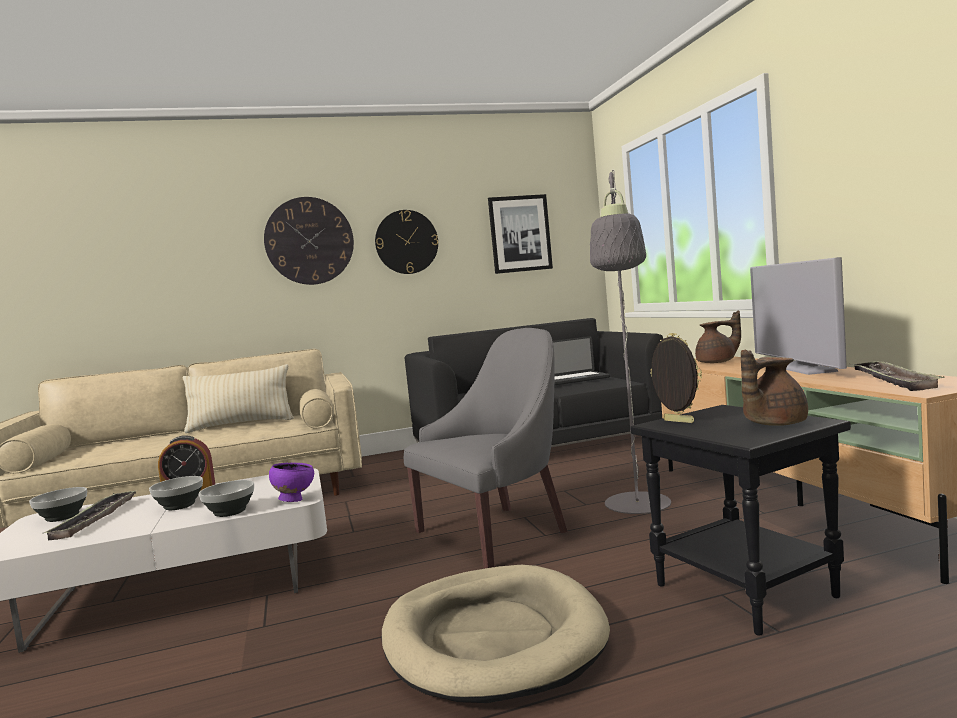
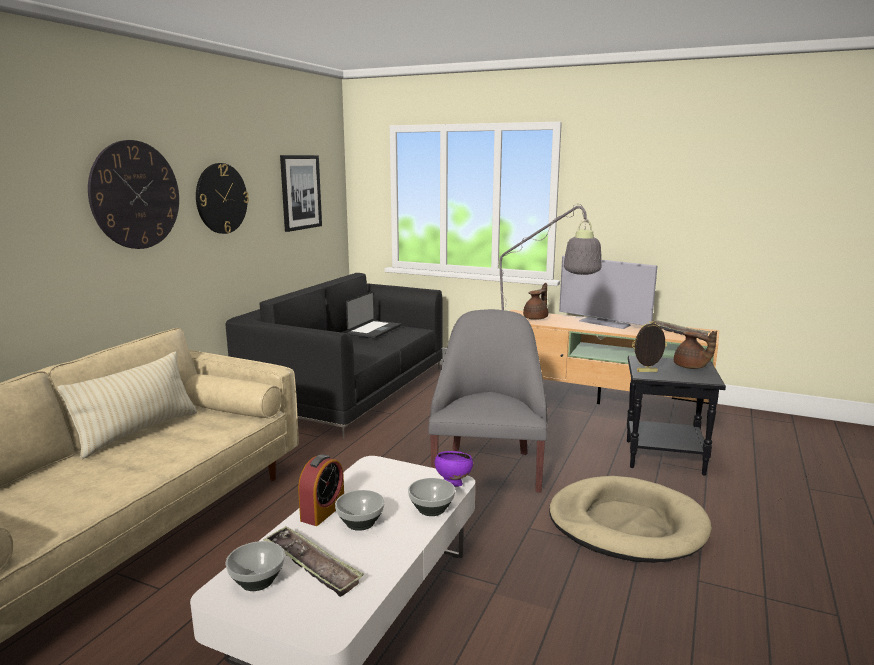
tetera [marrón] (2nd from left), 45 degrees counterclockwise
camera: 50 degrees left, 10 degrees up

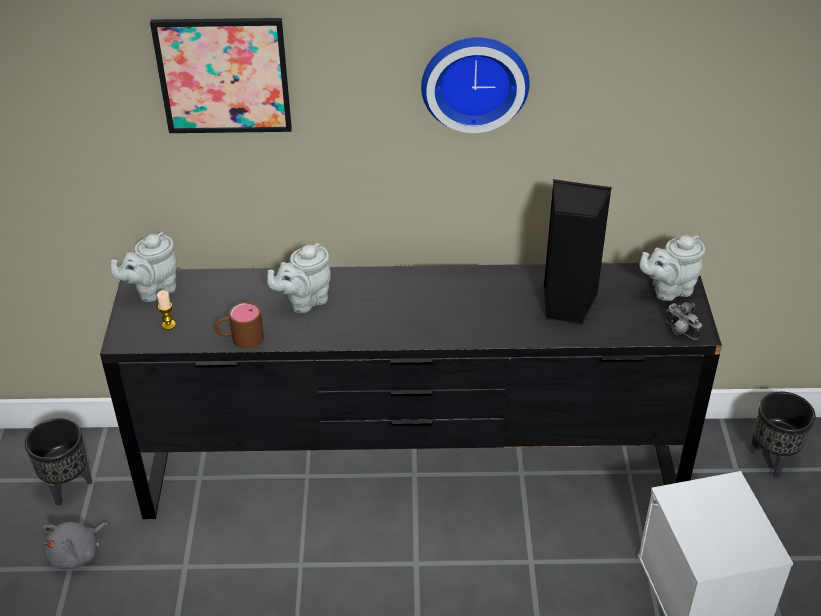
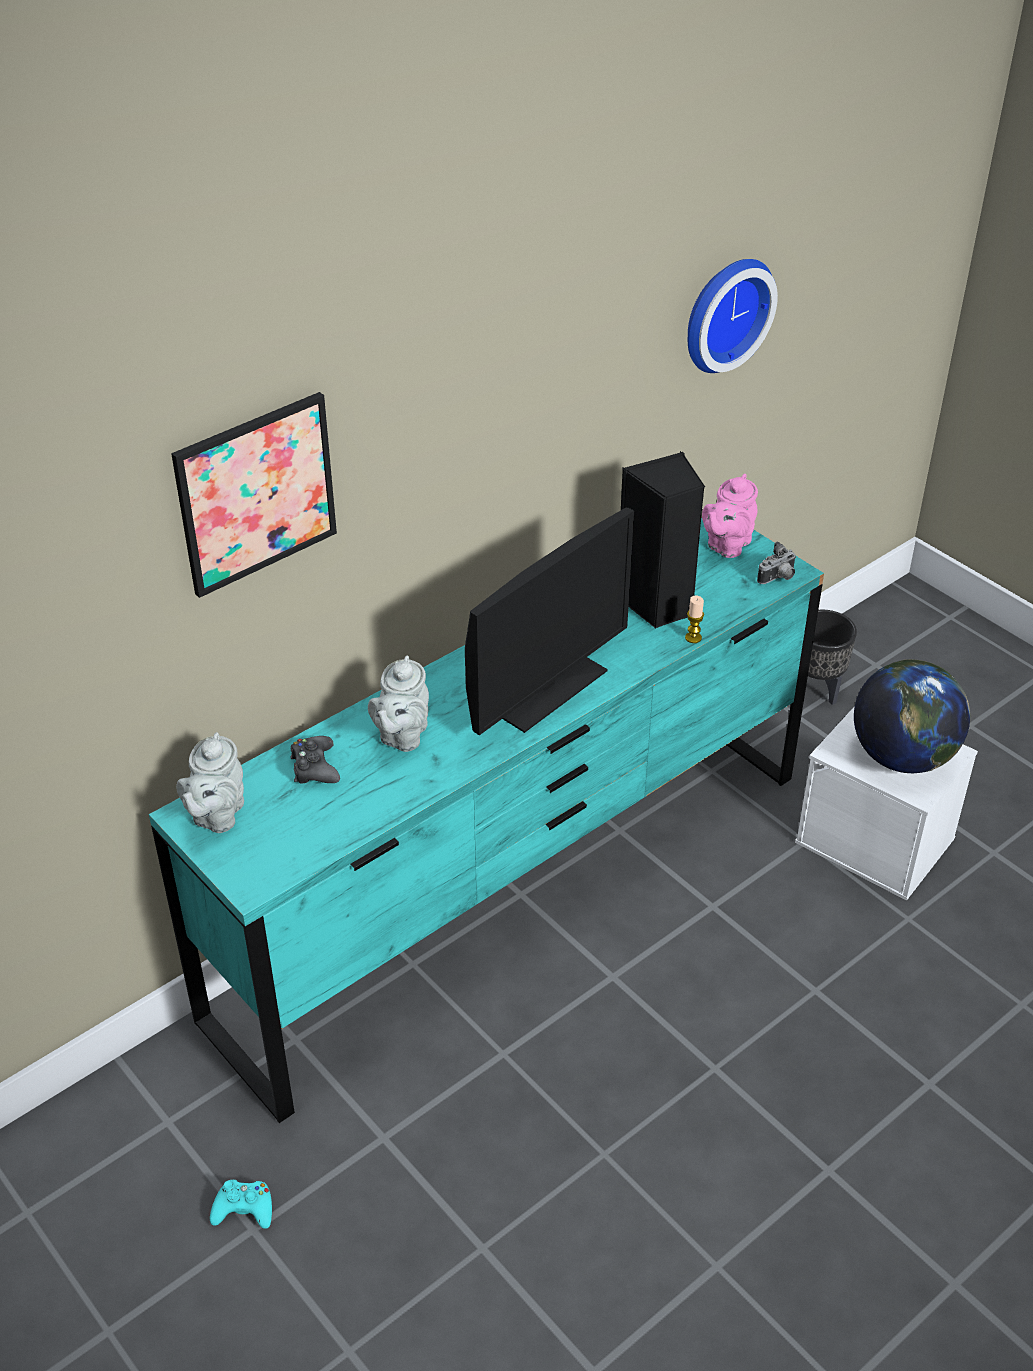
cómoda [negro] => cómoda [turquesa]
peluche [gris] => mando de consola [turquesa]
nothing => mando de consola [negro]
nothing => monitor
vela, move
reloj de pared, move
tetera [gris] (3rd from left) => tetera [rosa]
cámara, 45 degrees counterclockwise
nothing => globo terráqueo
maceta [negro] (1st from left) => nothing
taza grande [marrón] => nothing
camera: 40 degrees left, 0 degrees up

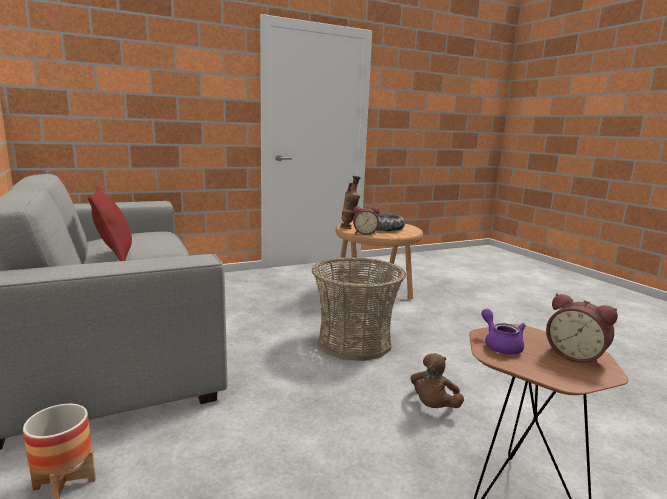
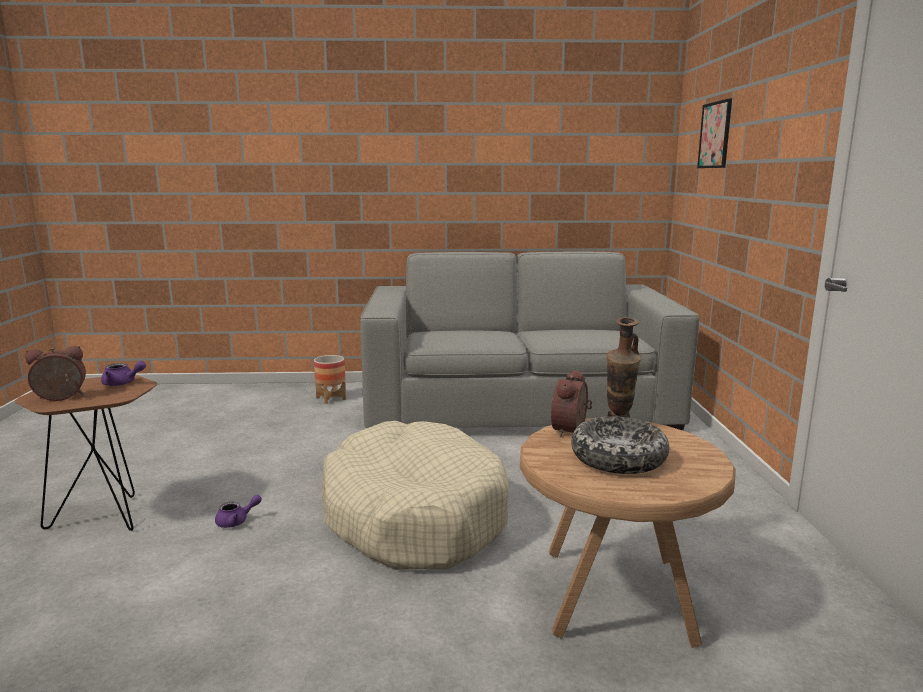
peluche [marrón] => tetera [morado] (2nd from left)
cesta => cama para perro [beis]
nothing => cuadro
cojín [rojo] => nothing
camera: 115 degrees right, 0 degrees up

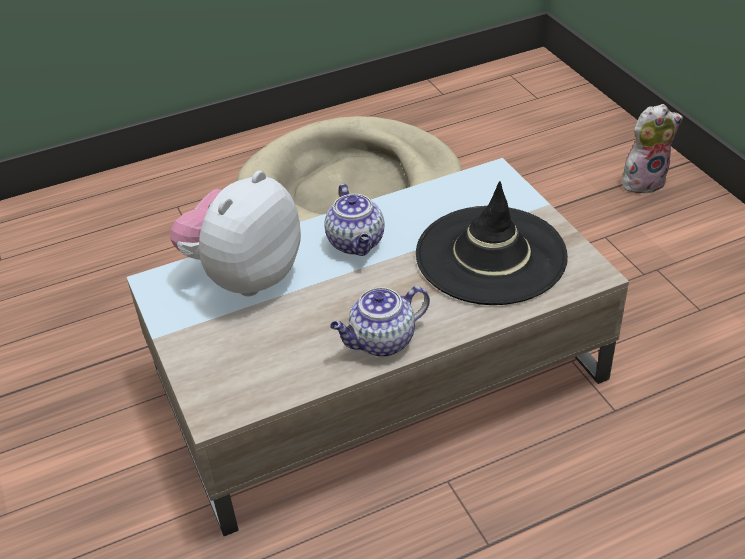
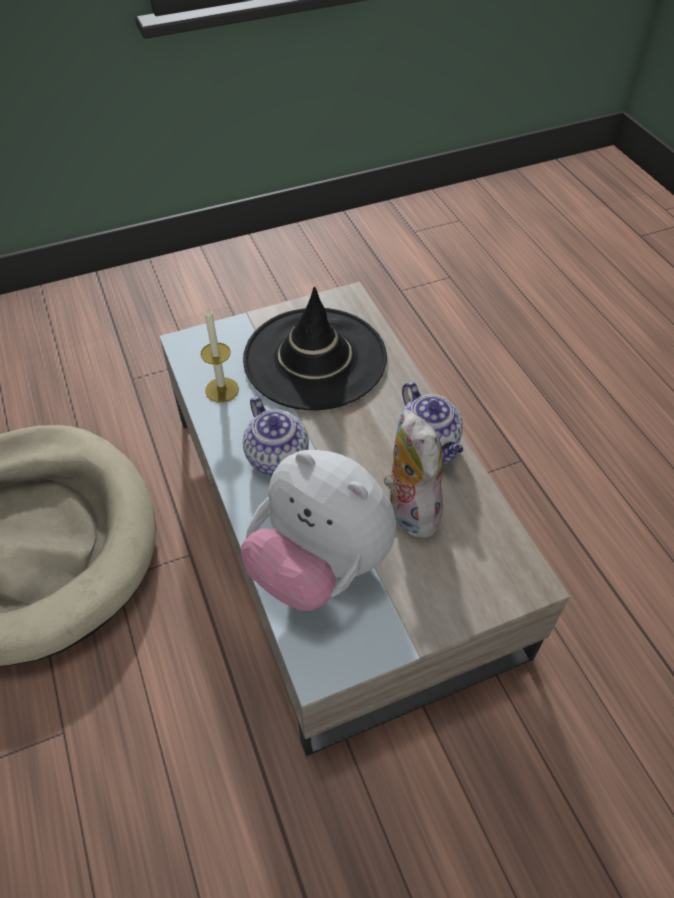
nothing => vela
tetera (1st from left), 75 degrees clockwise
peluche (2nd from left), move
camera: 90 degrees left, 10 degrees up

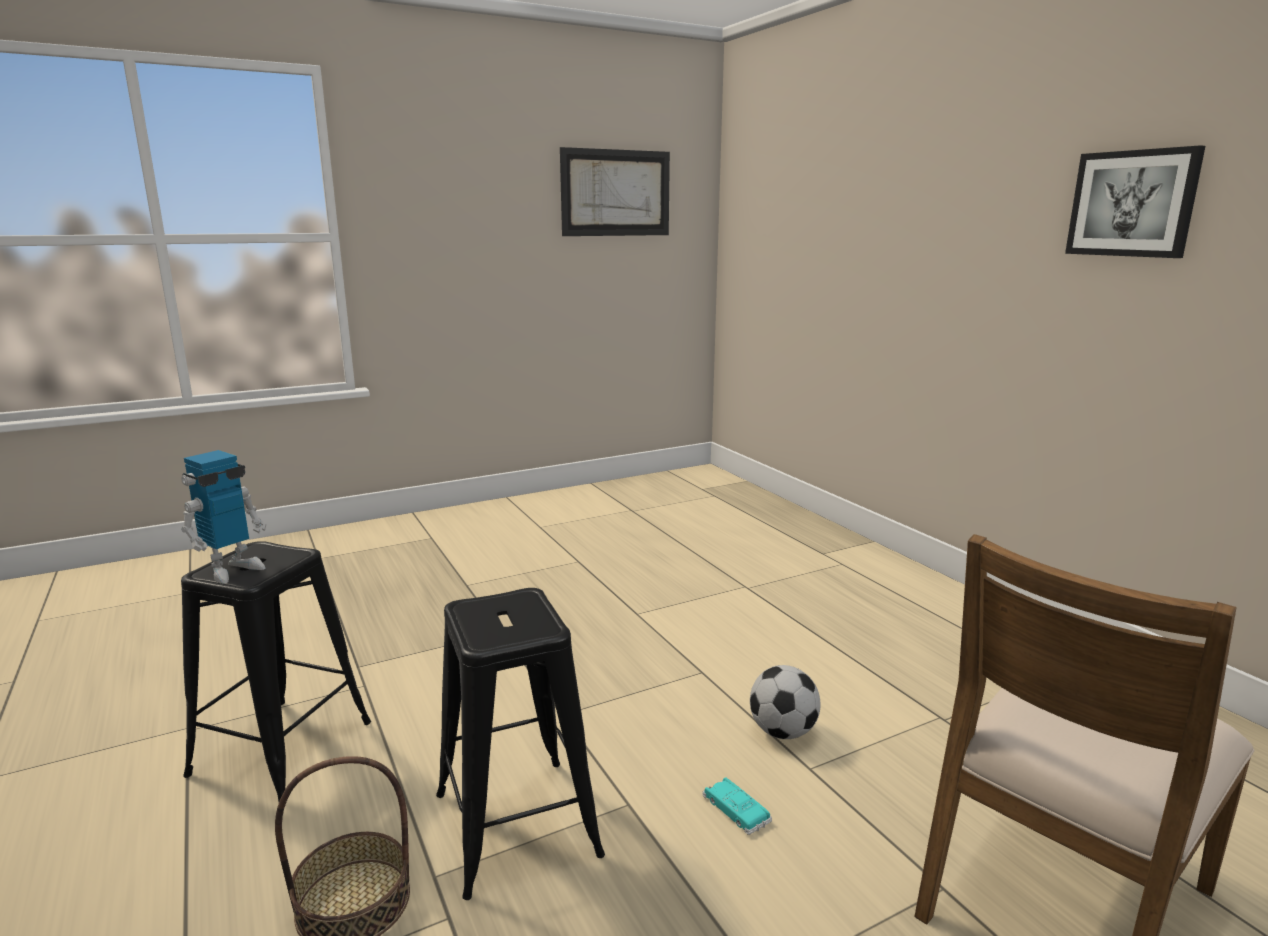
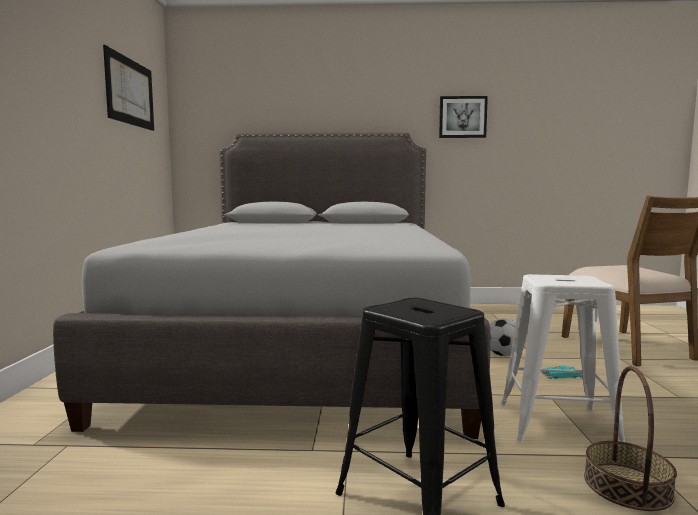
nothing => cama [gris]
taburete [negro] (2nd from left) => taburete [blanco]
robot de juguete => nothing
camera: 60 degrees left, 10 degrees down

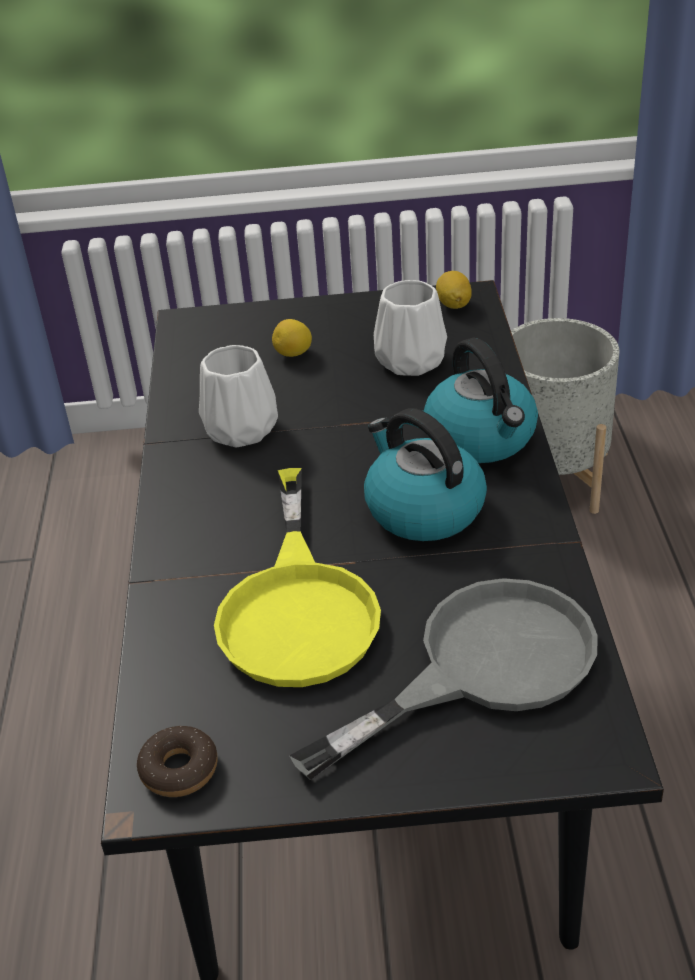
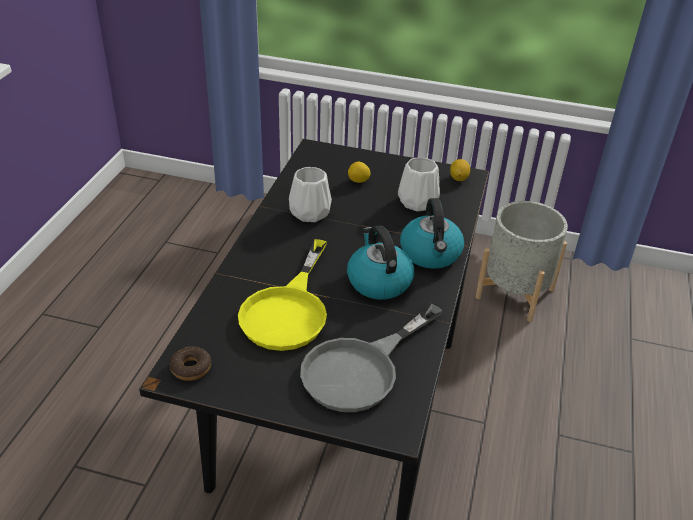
sartén [gris], 150 degrees clockwise
camera: 15 degrees right, 0 degrees up

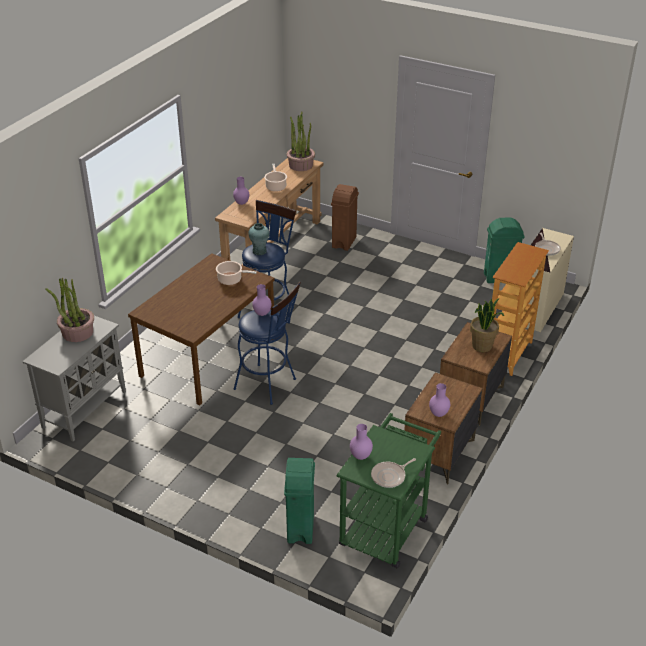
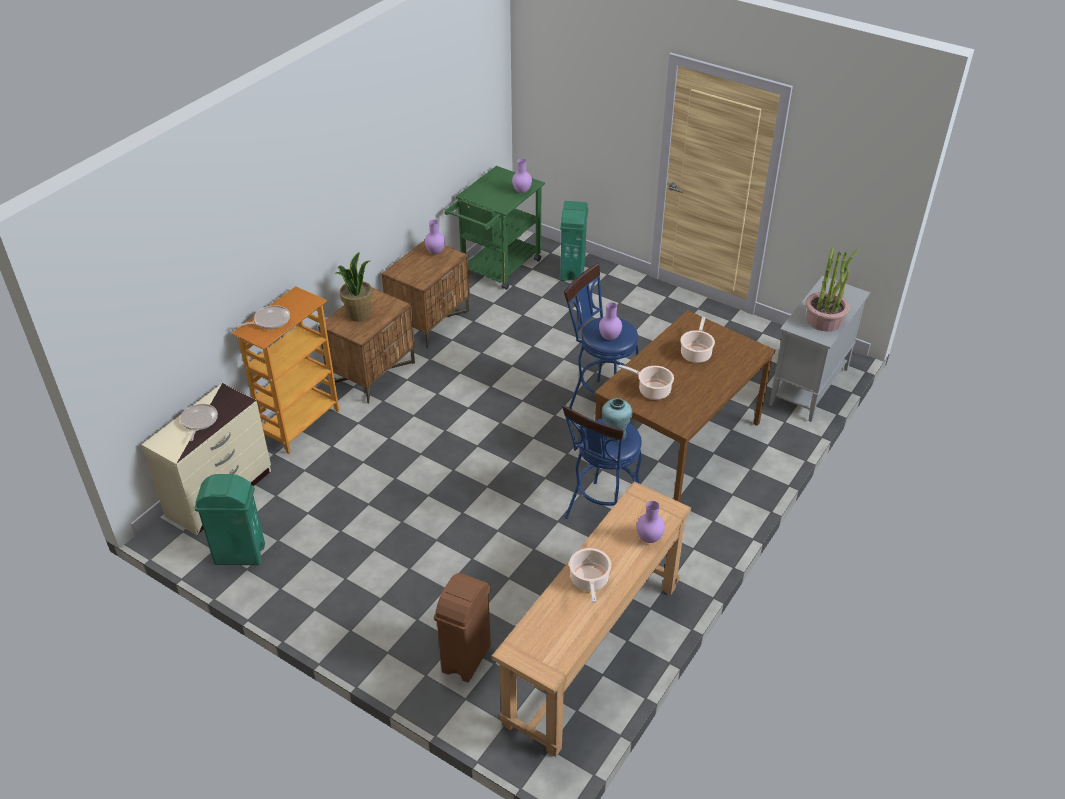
sartén (1st from left in the first image) => sartén (2nd from left), move
nothing => olla (3rd from left)
planta en maceta (2nd from left) => nothing
camera: 175 degrees left, 5 degrees up

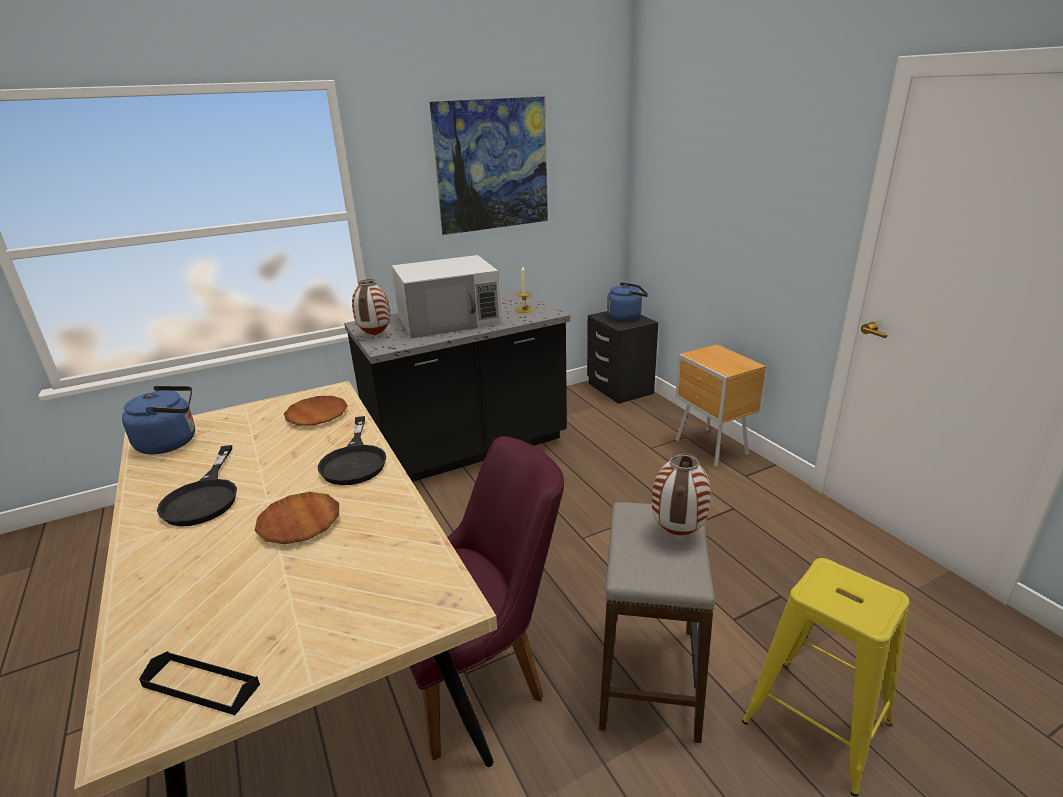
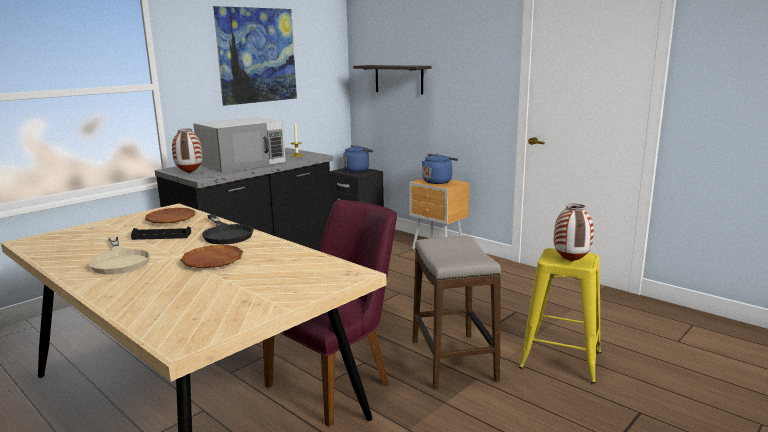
sartén [negro] (1st from left) => sartén [beis]
bandeja [negro], move
nothing => estante
hervidor [azul] (1st from left in the first image) => hervidor [azul] (2nd from left), move
florero (2nd from left), move
camera: 20 degrees left, 10 degrees down

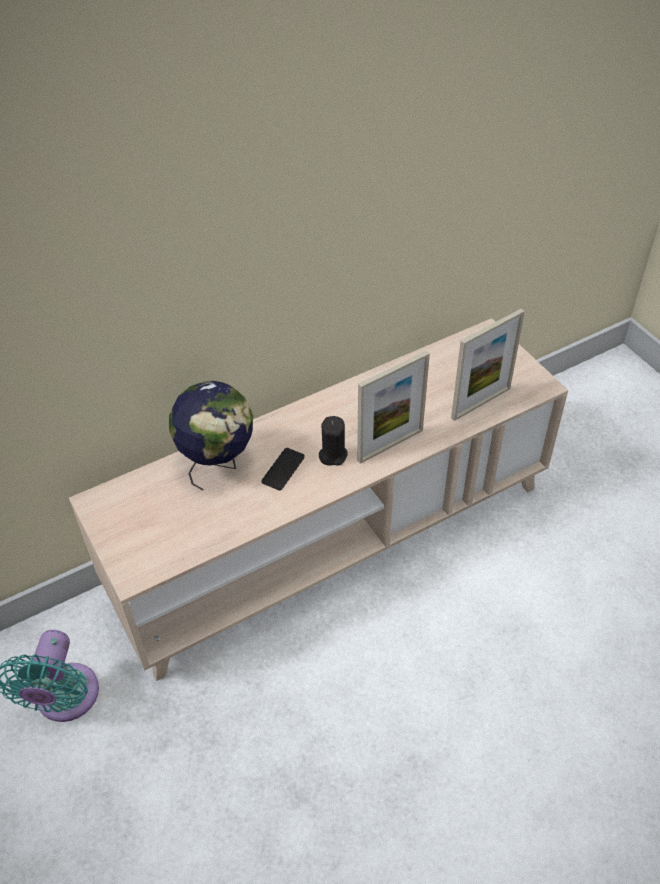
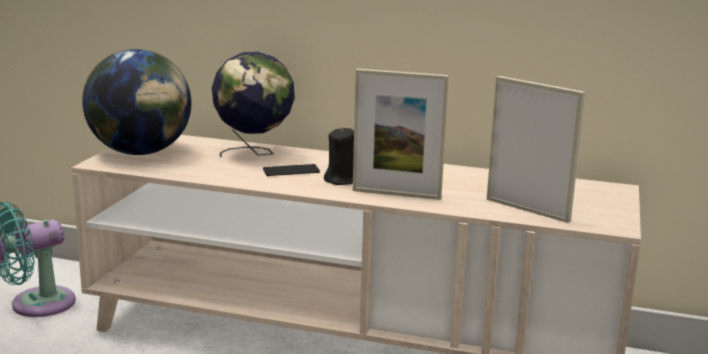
nothing => globo terráqueo (1st from left)
portarretratos (2nd from left), 150 degrees counterclockwise
camera: 45 degrees right, 30 degrees down

